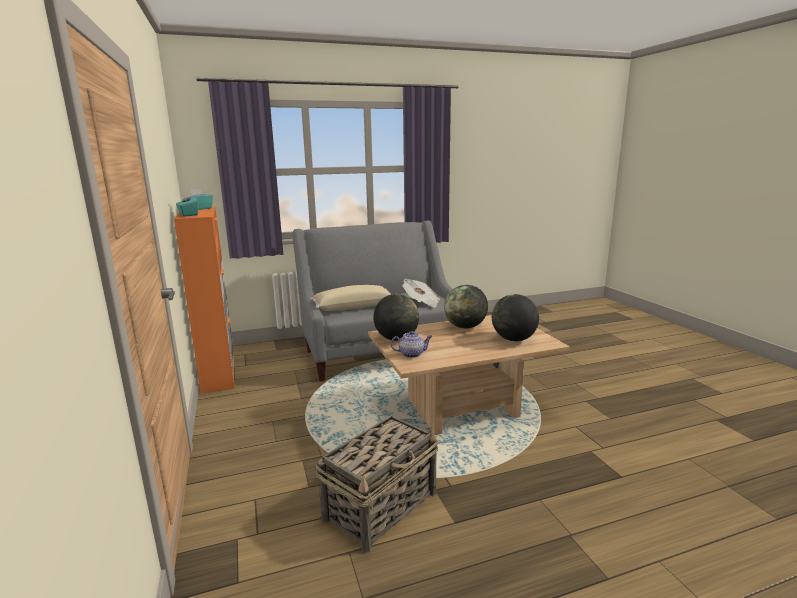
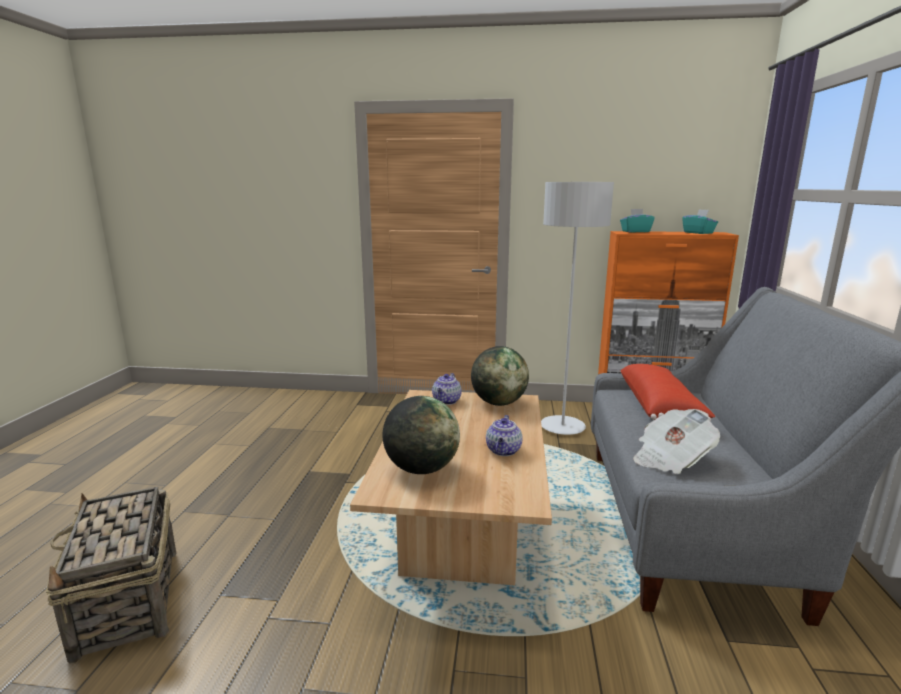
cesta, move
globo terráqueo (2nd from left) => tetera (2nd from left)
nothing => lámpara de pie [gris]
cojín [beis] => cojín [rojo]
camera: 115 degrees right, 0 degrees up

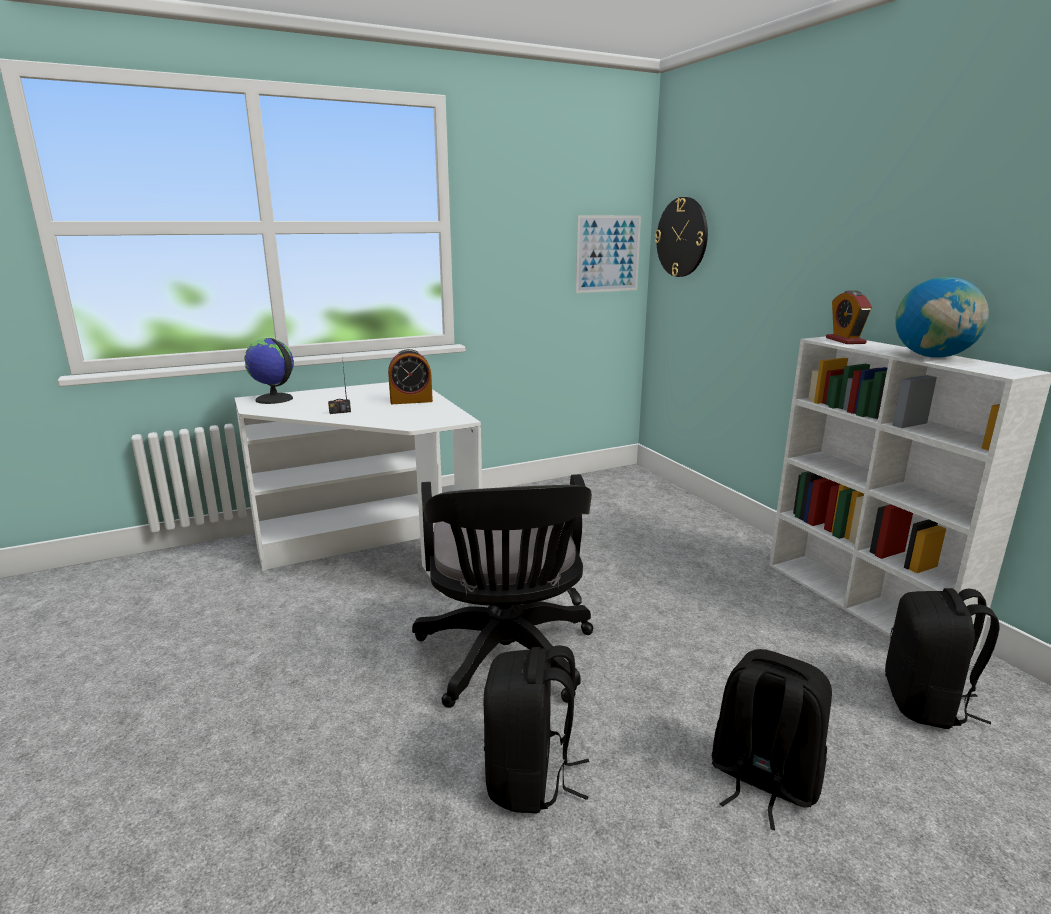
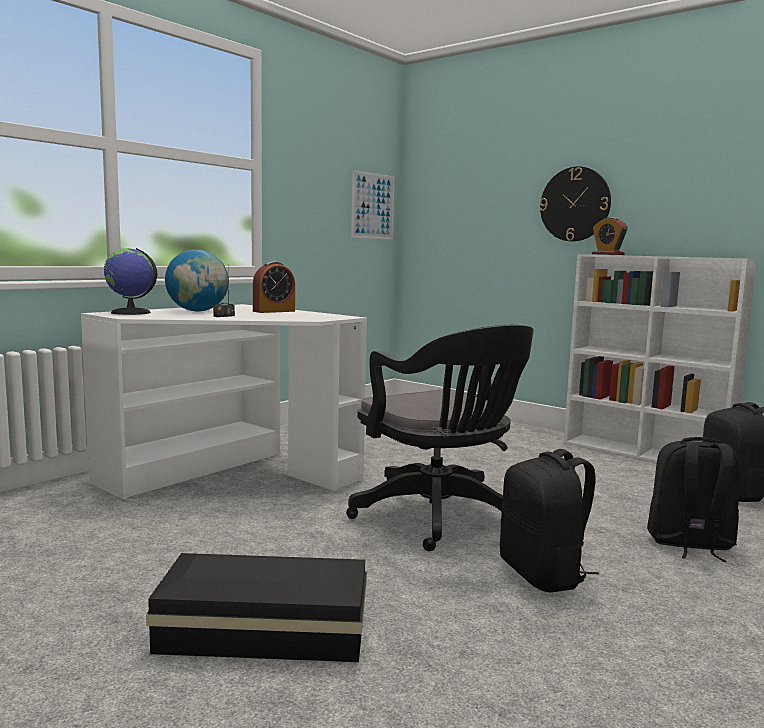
nothing => caja de almacenaje [negro]
globo terráqueo (2nd from left), move
reloj de pared, move
camera: 25 degrees left, 10 degrees down

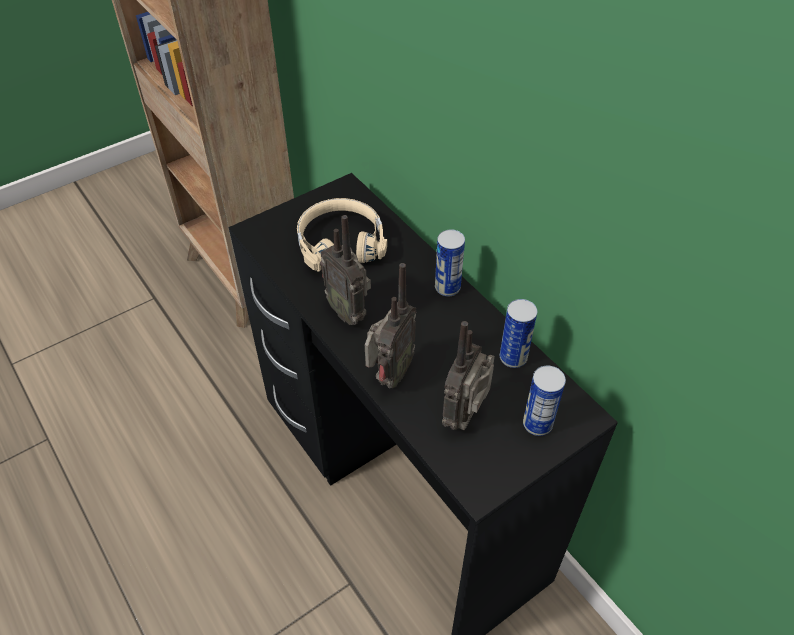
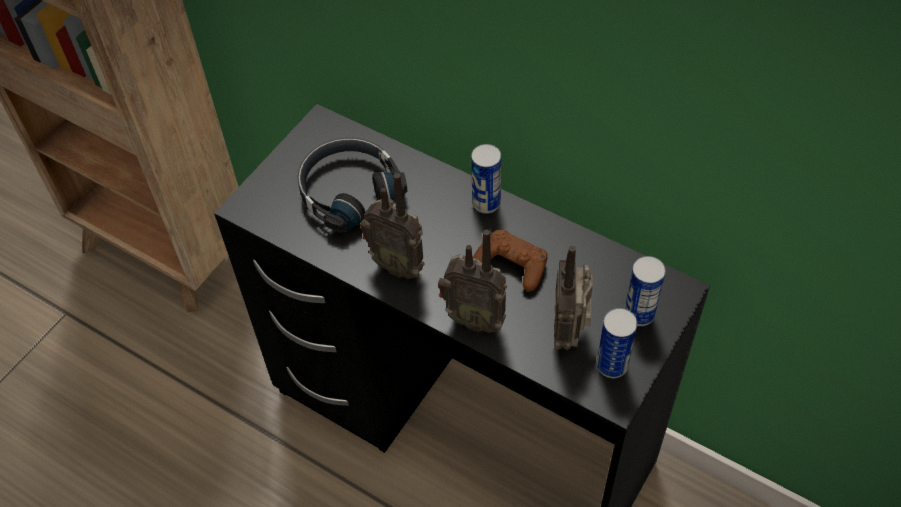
auriculares [beis] => auriculares [negro]
radio (2nd from left), 105 degrees clockwise
nothing => mando de consola [marrón]
lata (2nd from left), move
camera: 20 degrees left, 5 degrees up

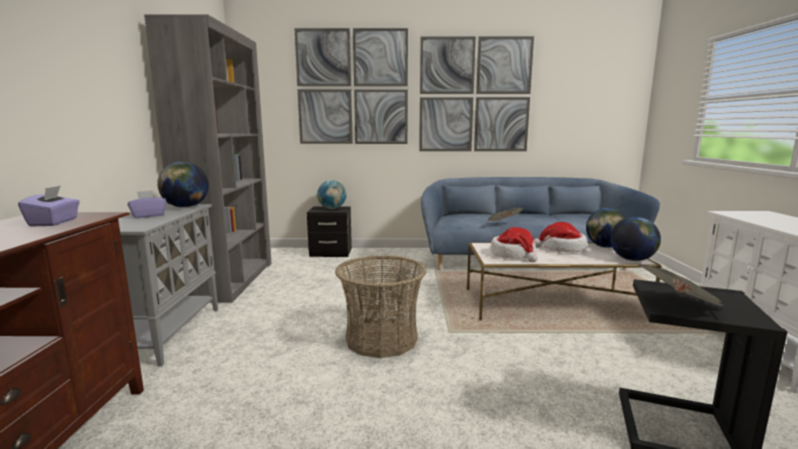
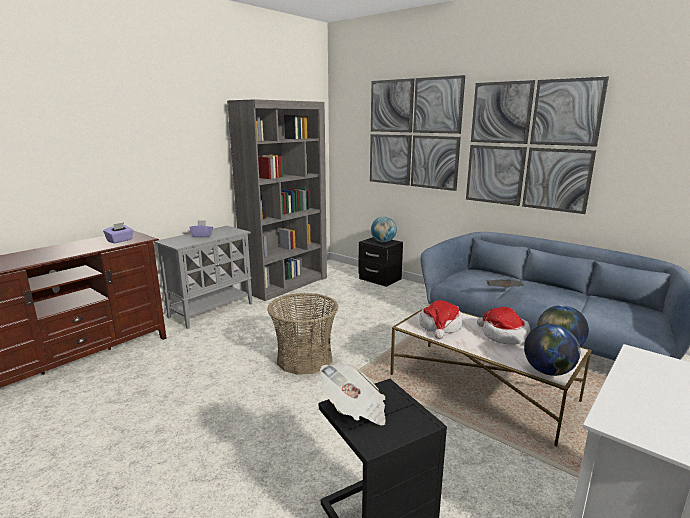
globo terráqueo (1st from left) => nothing
camera: 40 degrees right, 5 degrees up

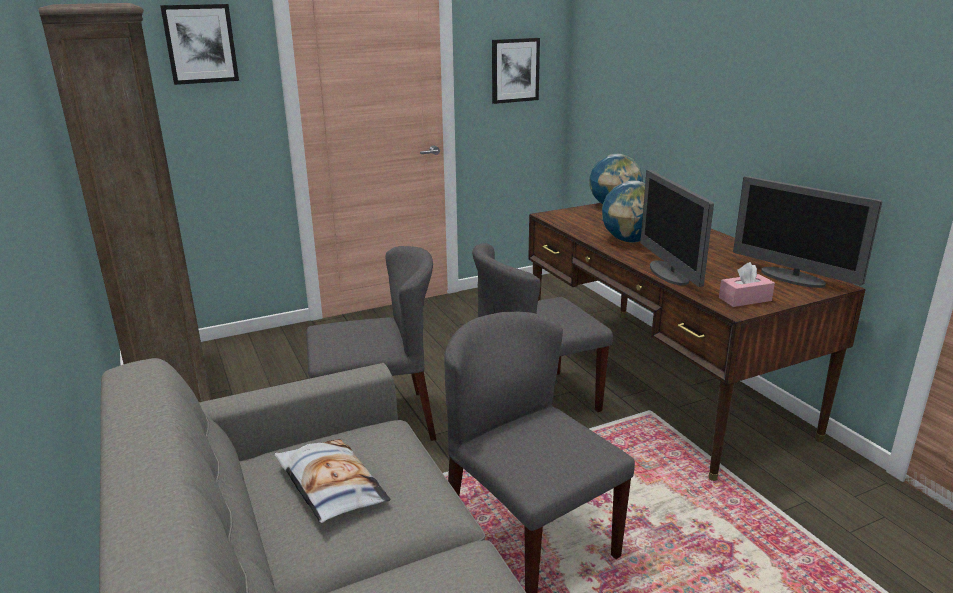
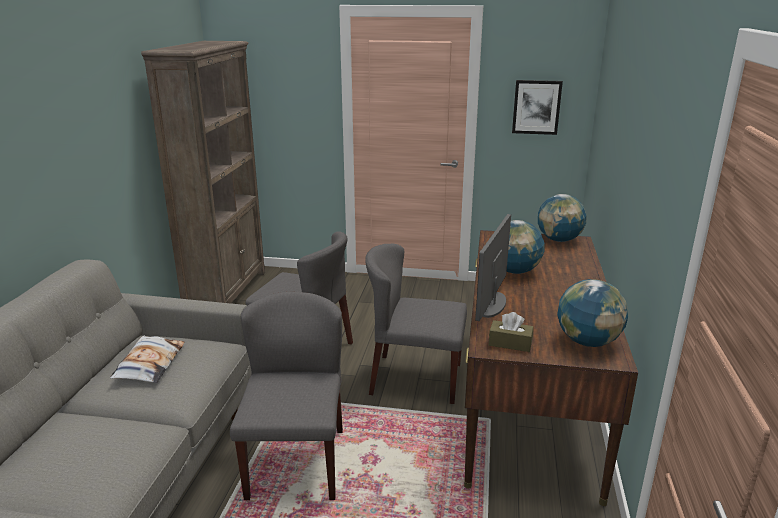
caja de pañuelos [rosa] => caja de pañuelos [marrón]
monitor (2nd from left) => globo terráqueo (3rd from left)
cuadro (1st from left) => nothing
camera: 35 degrees right, 0 degrees up

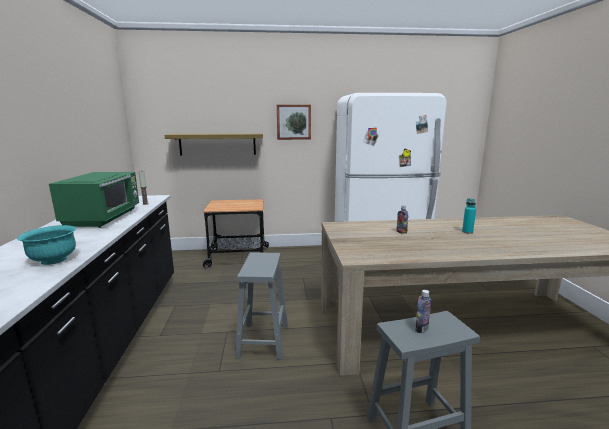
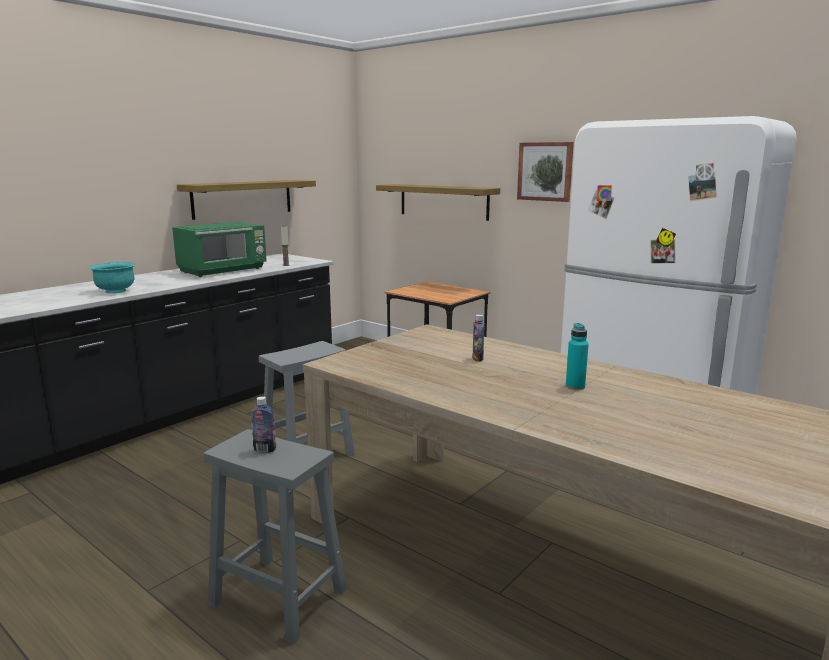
nothing => estante (1st from left)
camera: 45 degrees right, 0 degrees up

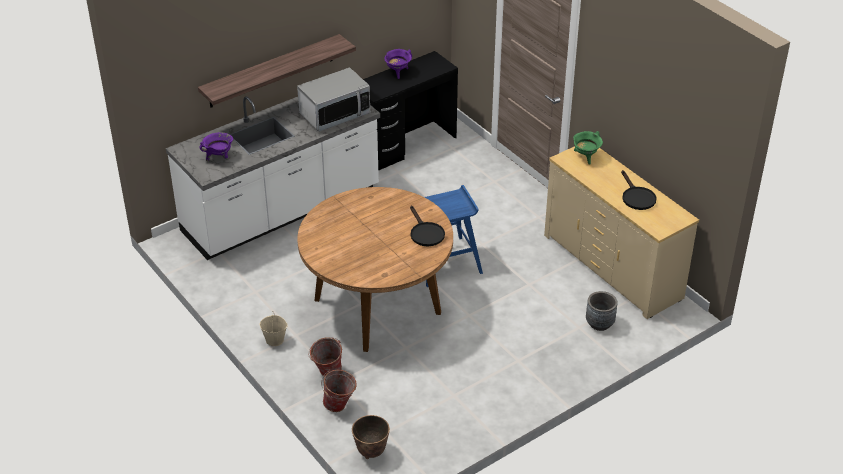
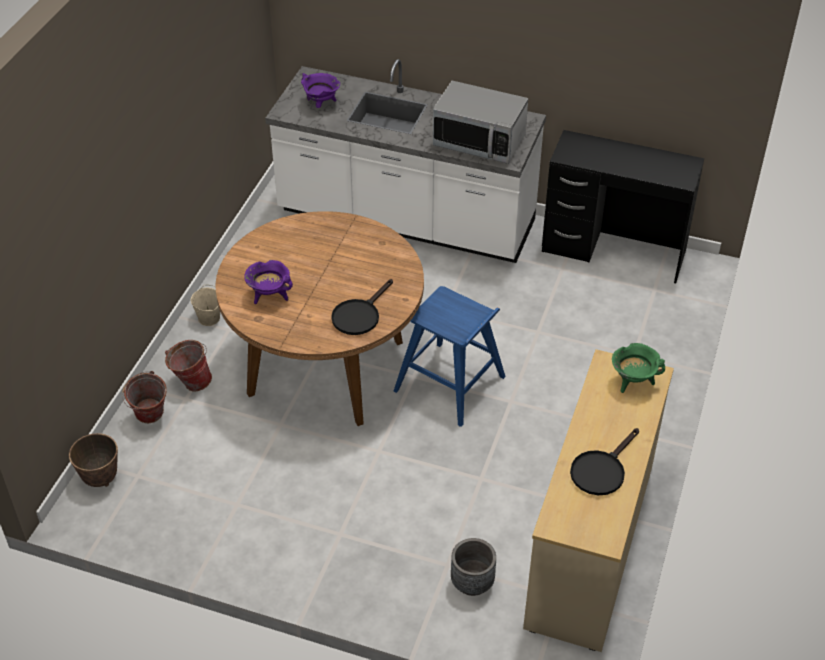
olla [morado] (2nd from left in the first image) => olla [morado] (1st from left), move
estante => nothing
camera: 55 degrees right, 5 degrees up

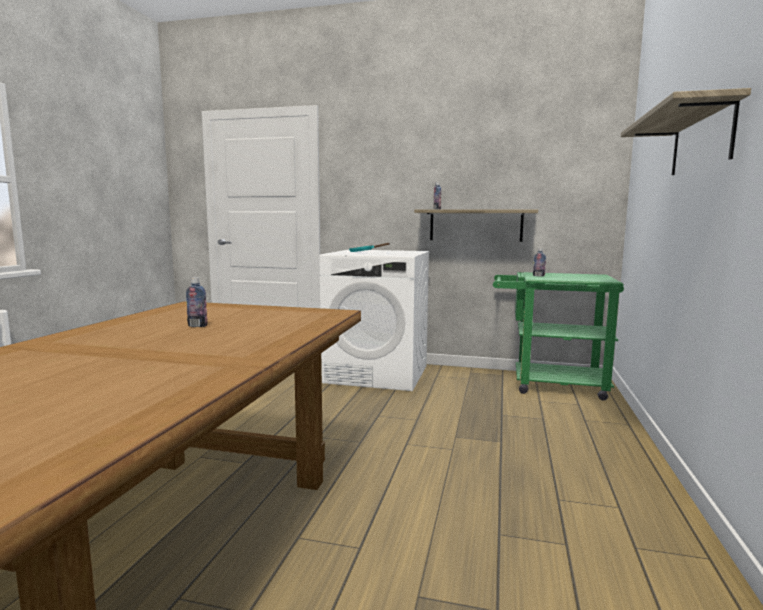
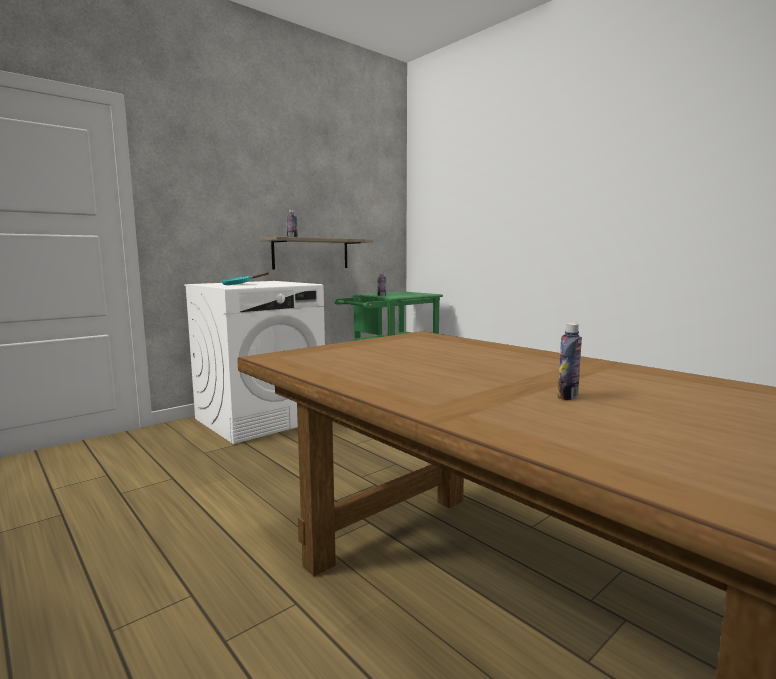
botella (1st from left in the first image) => botella (3rd from left), move
estante (2nd from left) => nothing
camera: 55 degrees left, 0 degrees up

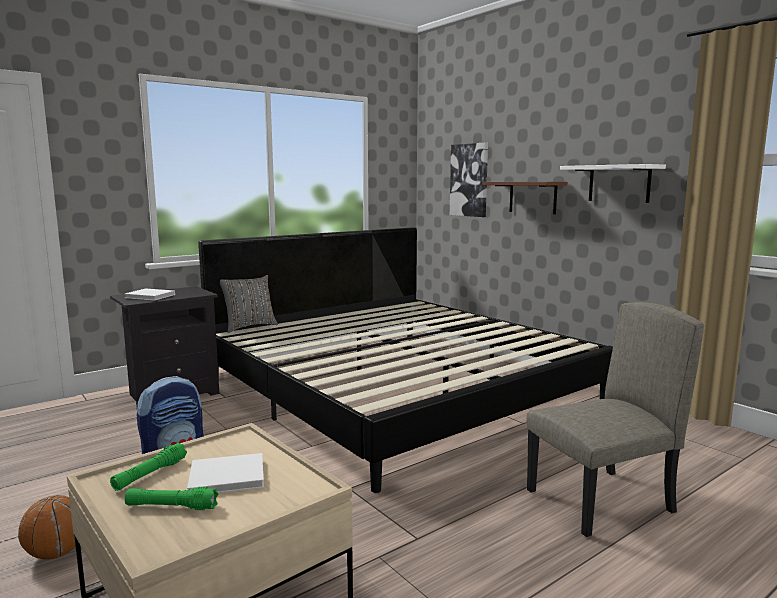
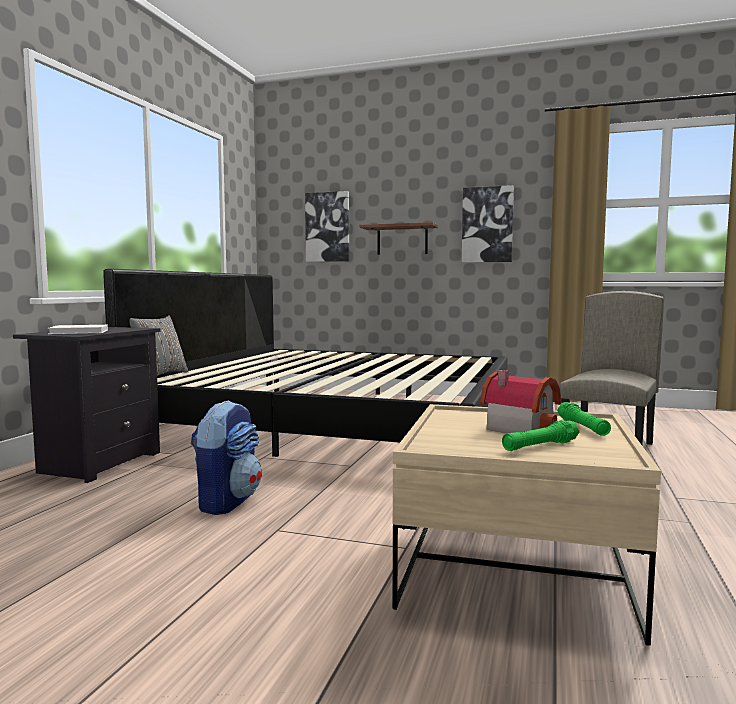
estante [blanco] => cuadro (2nd from left)
libro [blanco] (2nd from left) => casita
linterna [verde] (1st from left in the first image) => linterna [verde] (2nd from left), move
balón de baloncesto => nothing
camera: 35 degrees left, 5 degrees down

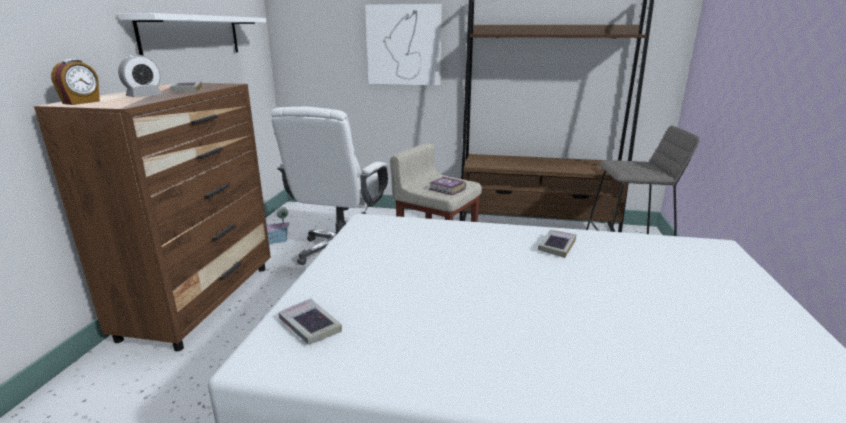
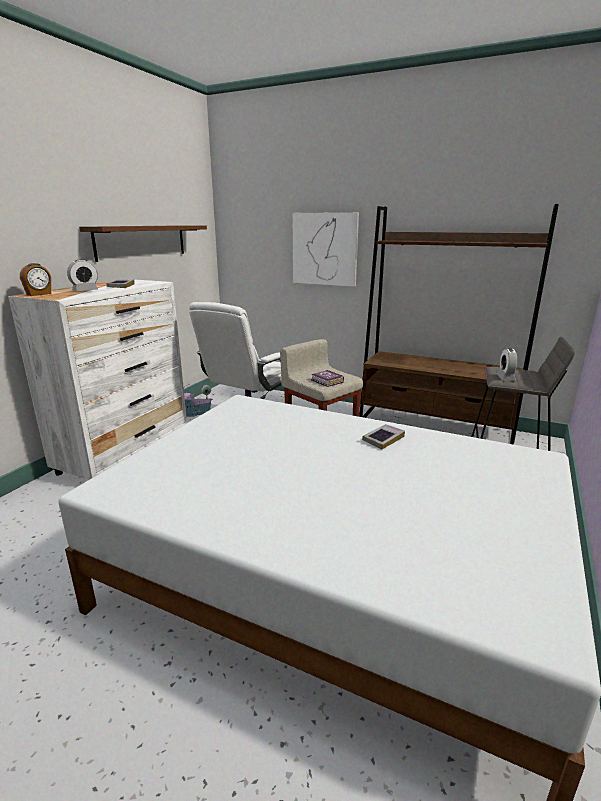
cómoda [marrón] => cómoda [blanco]
estante [blanco] => estante [marrón]
nothing => despertador (3rd from left)
libro (2nd from left) => nothing
camera: 15 degrees right, 0 degrees up

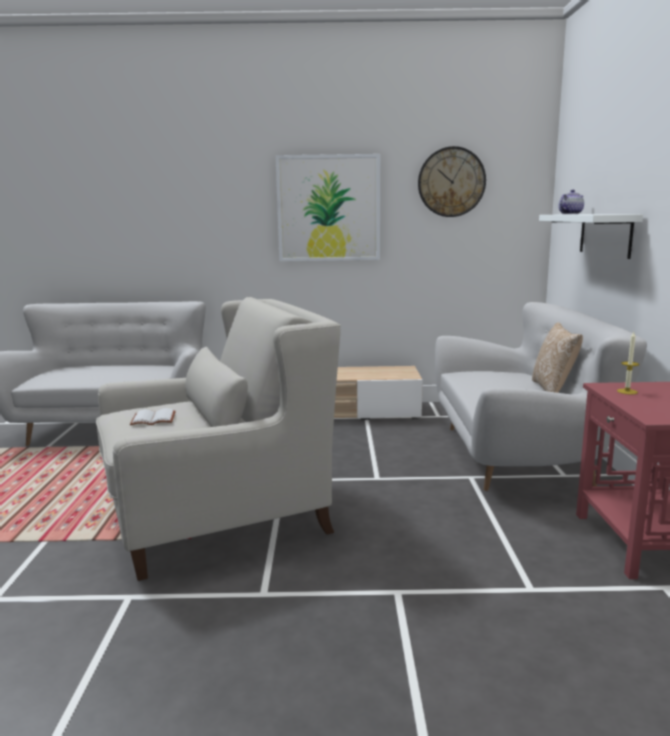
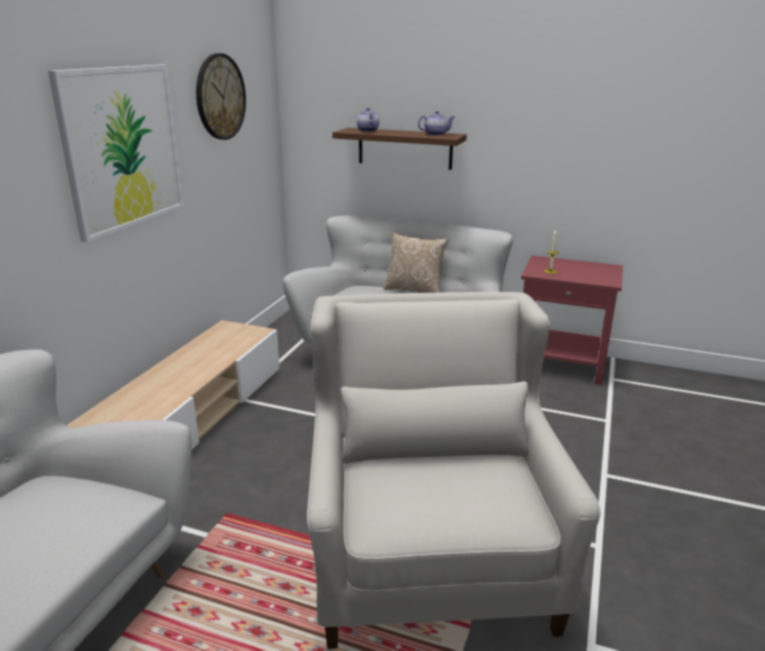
estante [blanco] => estante [marrón]
nothing => tetera (2nd from left)
libro [blanco] => nothing
camera: 70 degrees left, 10 degrees up

